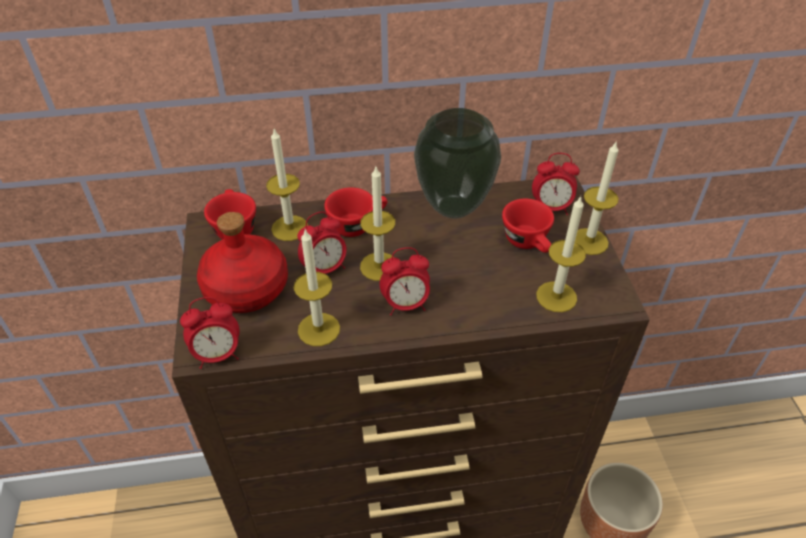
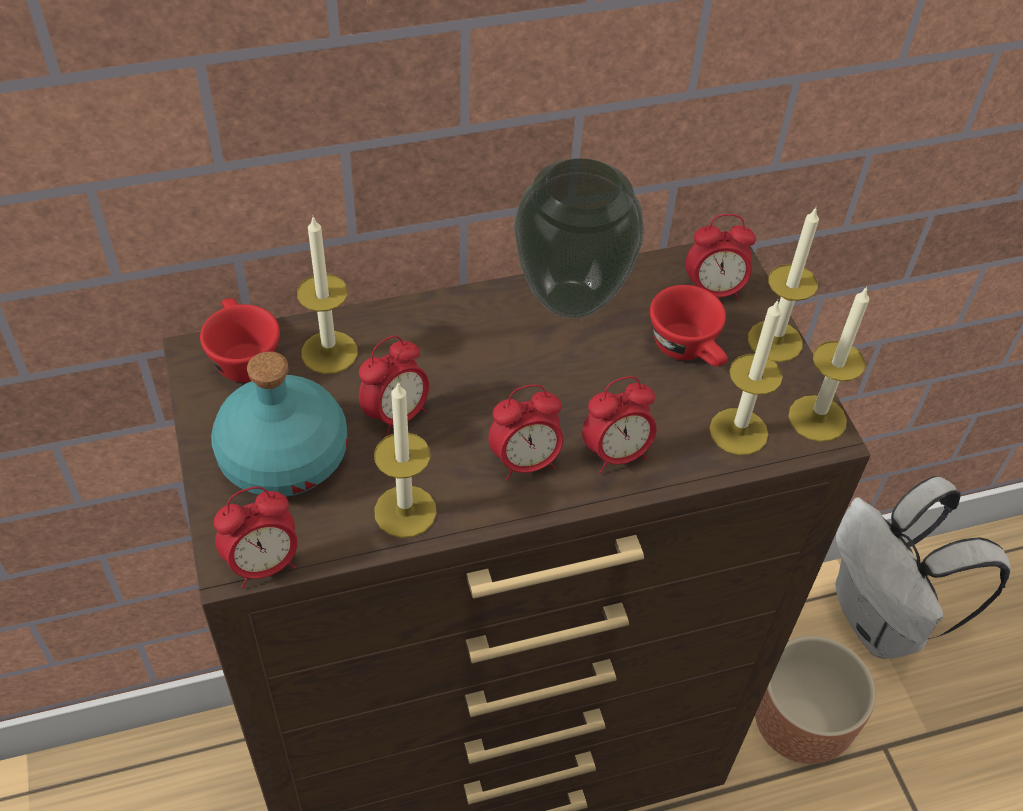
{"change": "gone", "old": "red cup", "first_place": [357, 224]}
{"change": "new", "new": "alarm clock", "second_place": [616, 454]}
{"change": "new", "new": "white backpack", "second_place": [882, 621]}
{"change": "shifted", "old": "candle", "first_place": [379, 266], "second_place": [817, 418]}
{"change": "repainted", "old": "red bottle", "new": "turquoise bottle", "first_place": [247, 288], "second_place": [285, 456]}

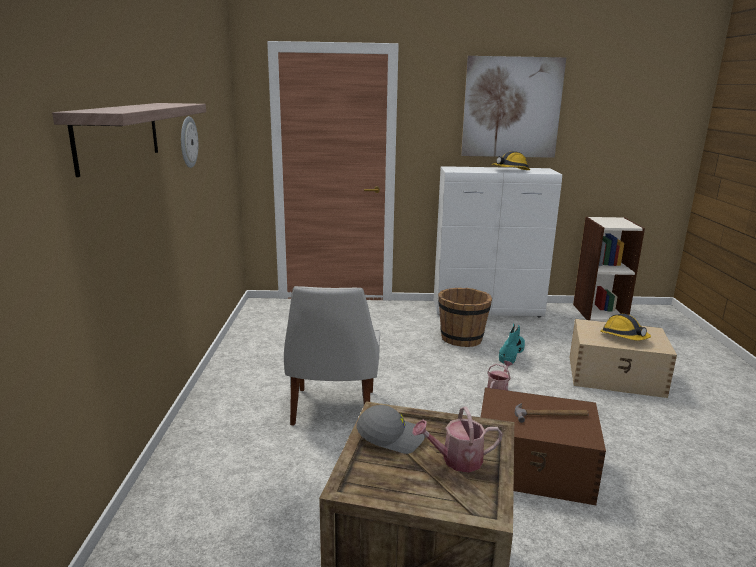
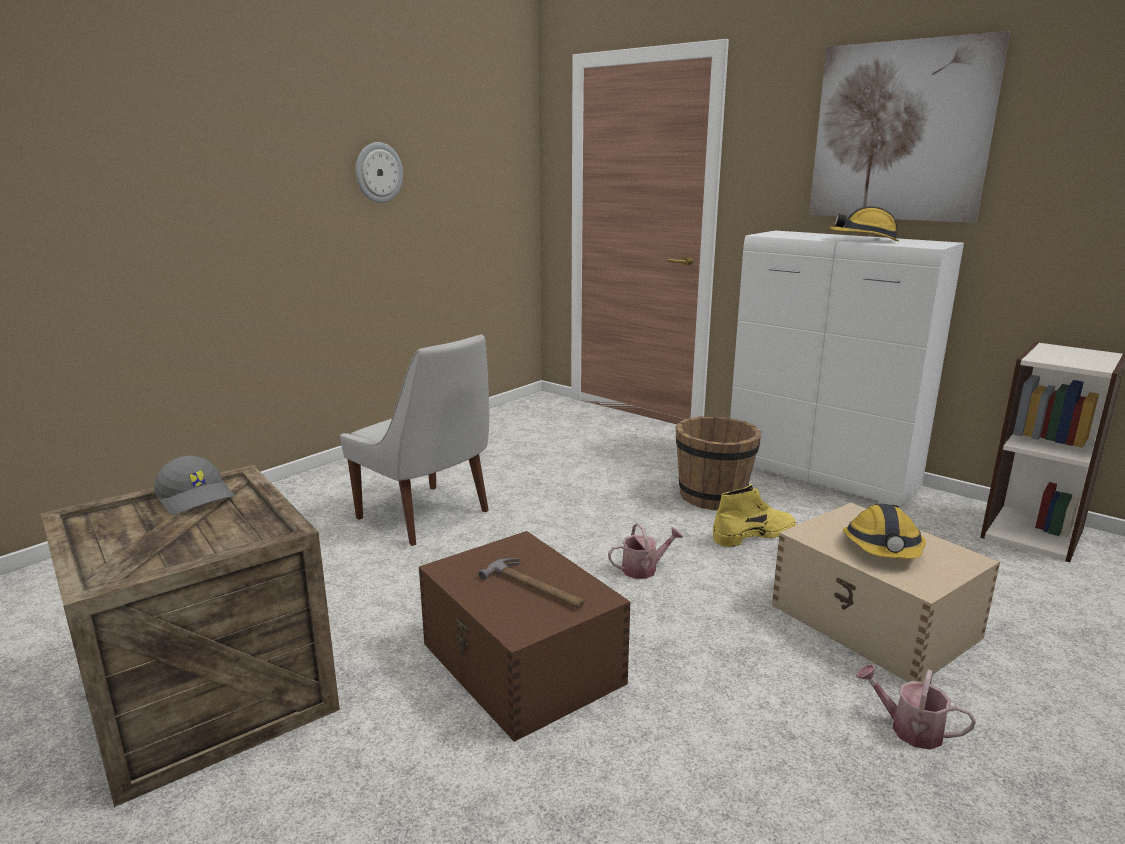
{"change": "gone", "old": "shelf", "first_place": [118, 135]}
{"change": "shifted", "old": "watering can", "first_place": [456, 460], "second_place": [909, 729]}
{"change": "repainted", "old": "turquoise boot", "new": "yellow boot", "first_place": [511, 352], "second_place": [754, 534]}
{"change": "rotated", "old": "white chair", "first_place": [333, 410], "second_place": [426, 516], "degrees": -90}

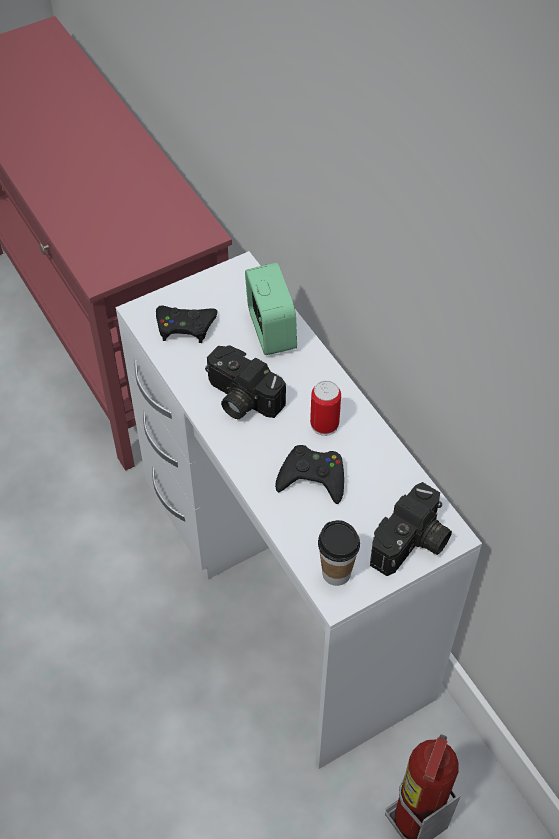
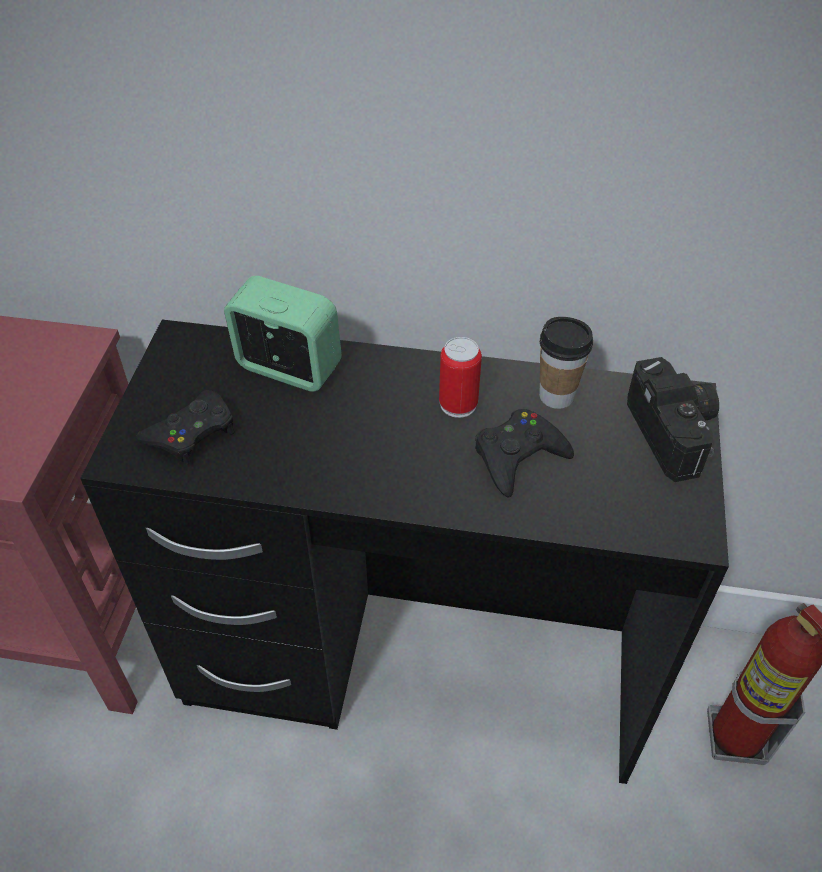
{"change": "gone", "old": "photo camera", "first_place": [240, 399]}
{"change": "shifted", "old": "cup", "first_place": [336, 573], "second_place": [556, 396]}
{"change": "repainted", "old": "white desk", "new": "black desk", "first_place": [285, 589], "second_place": [413, 667]}

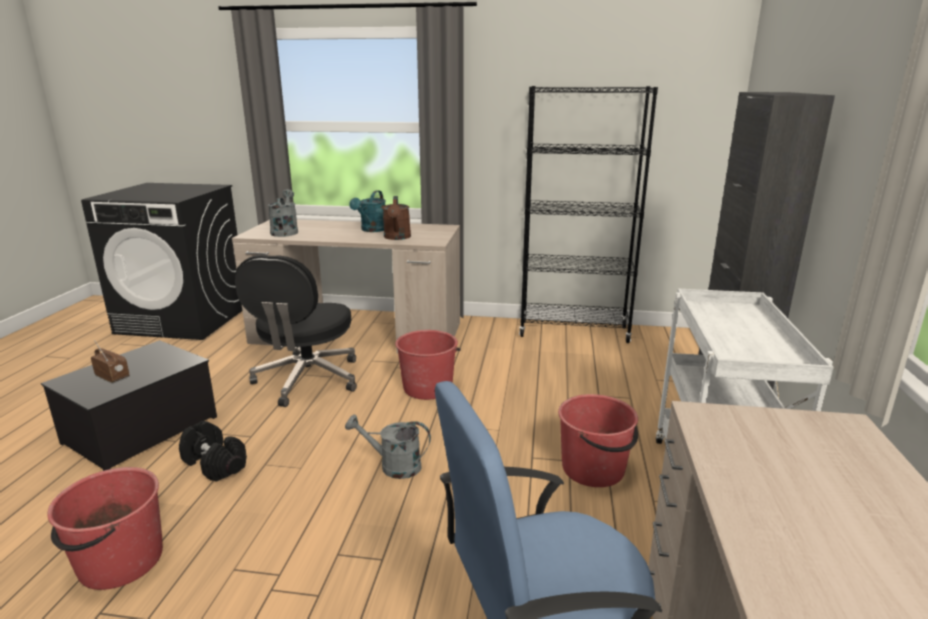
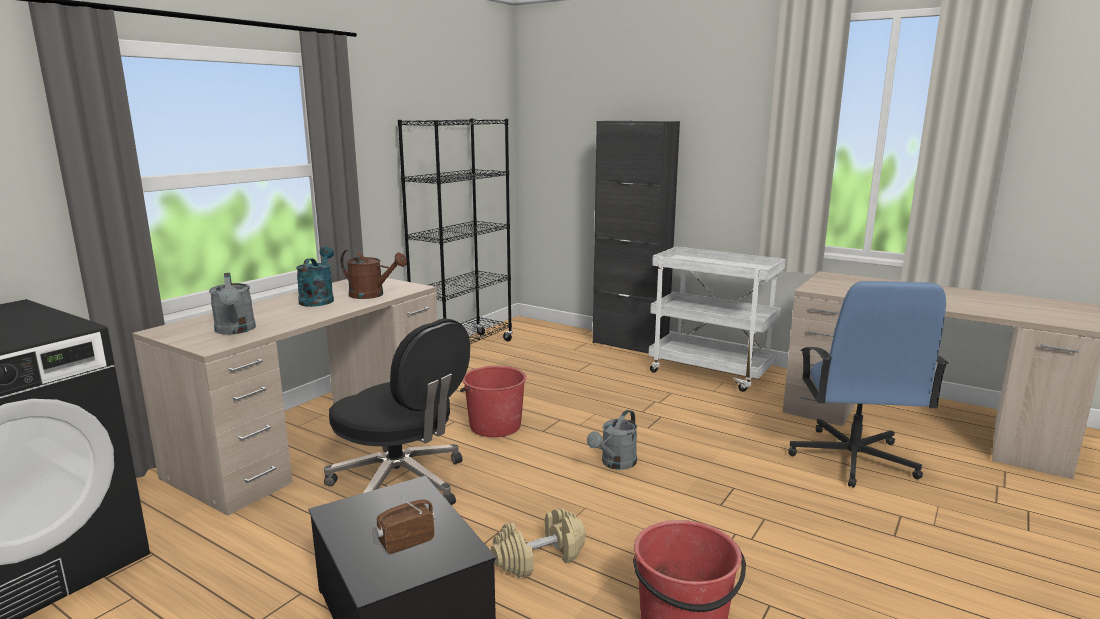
{"change": "gone", "old": "red bucket", "first_place": [594, 469]}
{"change": "repainted", "old": "black dumbbell", "new": "beige dumbbell", "first_place": [214, 464], "second_place": [539, 558]}
{"change": "rotated", "old": "grey watering can", "first_place": [285, 231], "second_place": [236, 330], "degrees": -135}
{"change": "rotated", "old": "turquoise watering can", "first_place": [372, 230], "second_place": [318, 299], "degrees": -135}

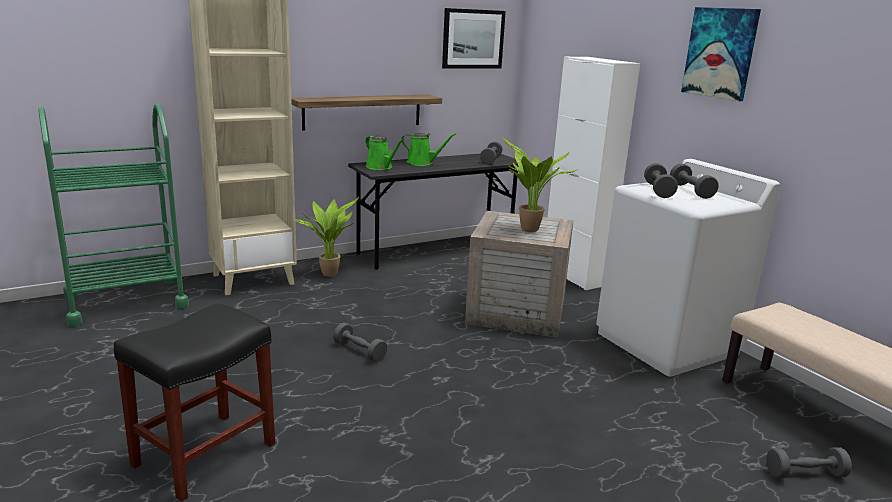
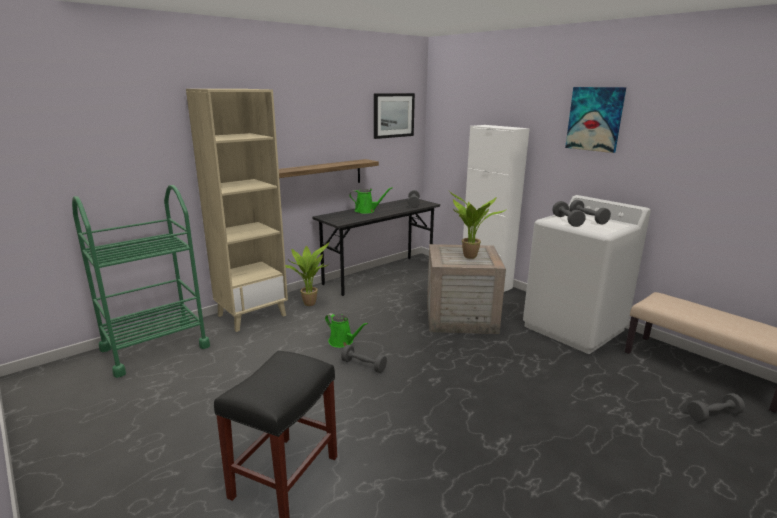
{"change": "shifted", "old": "green watering can", "first_place": [380, 167], "second_place": [342, 342]}

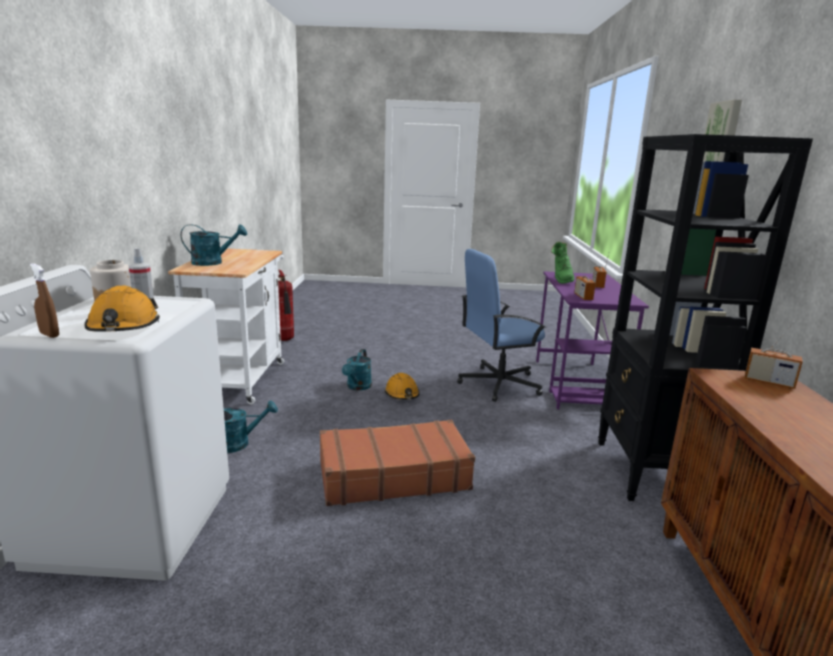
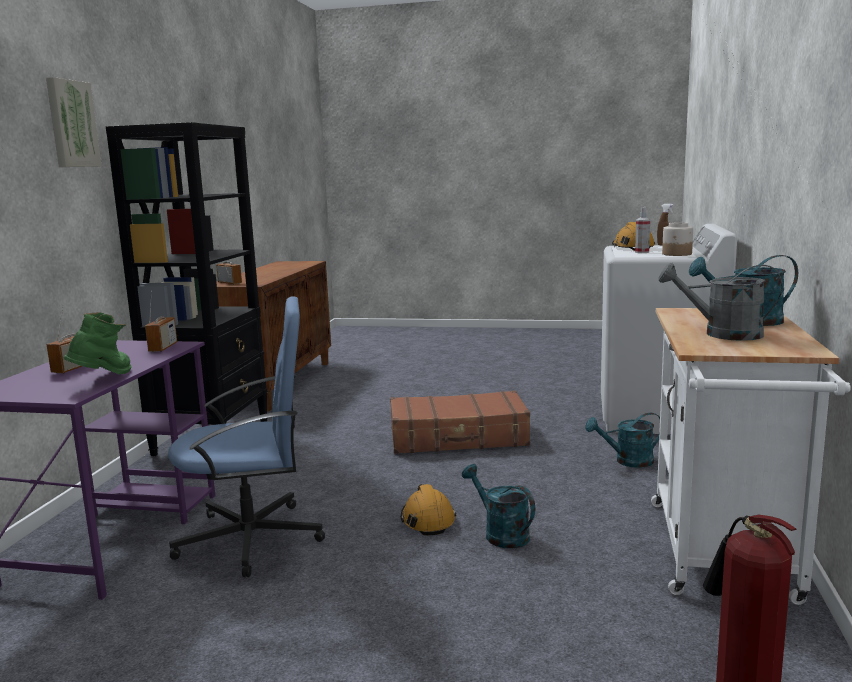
{"change": "new", "new": "grey watering can", "second_place": [722, 334]}
{"change": "rotated", "old": "turquoise watering can", "first_place": [357, 387], "second_place": [500, 533], "degrees": -60}

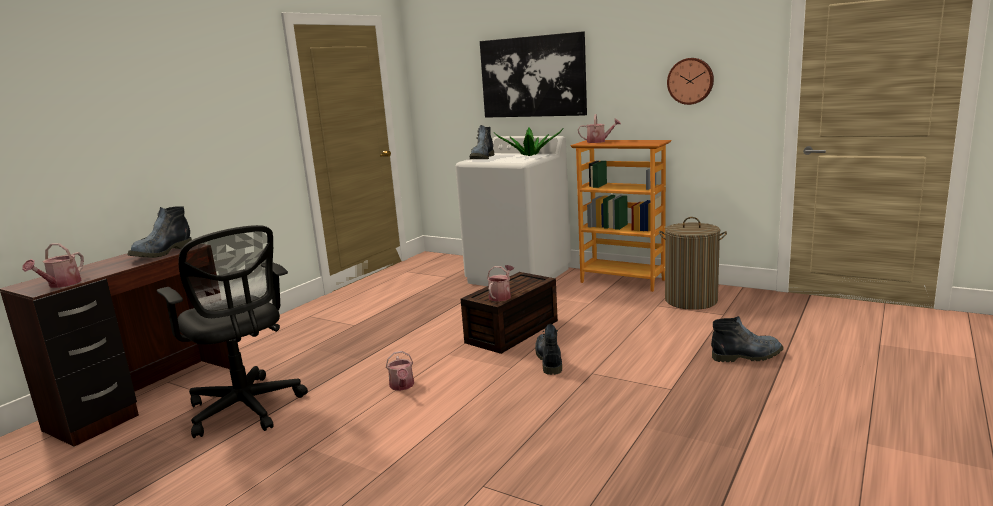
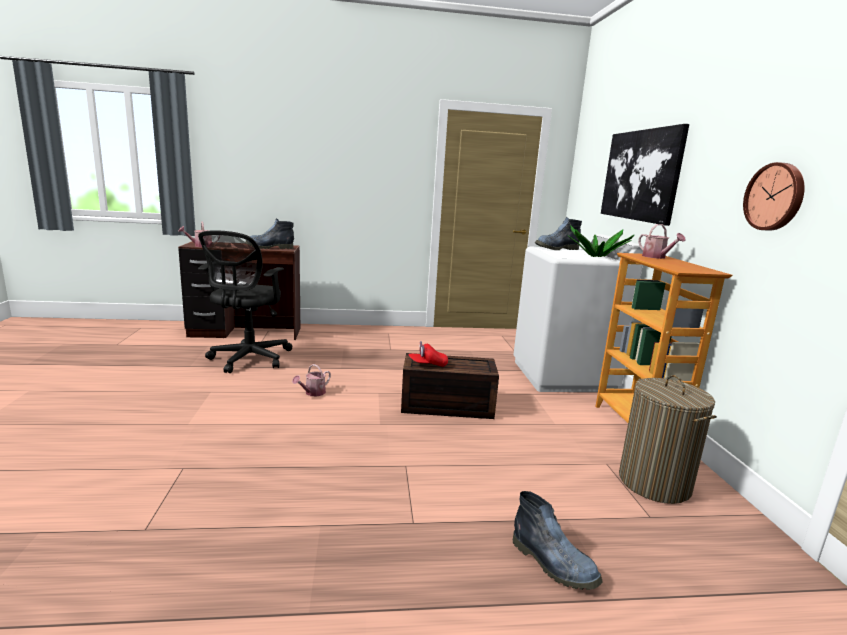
{"change": "gone", "old": "boot", "first_place": [549, 359]}
{"change": "swapped", "old": "watering can", "new": "red cap", "first_place": [501, 296], "second_place": [428, 365]}

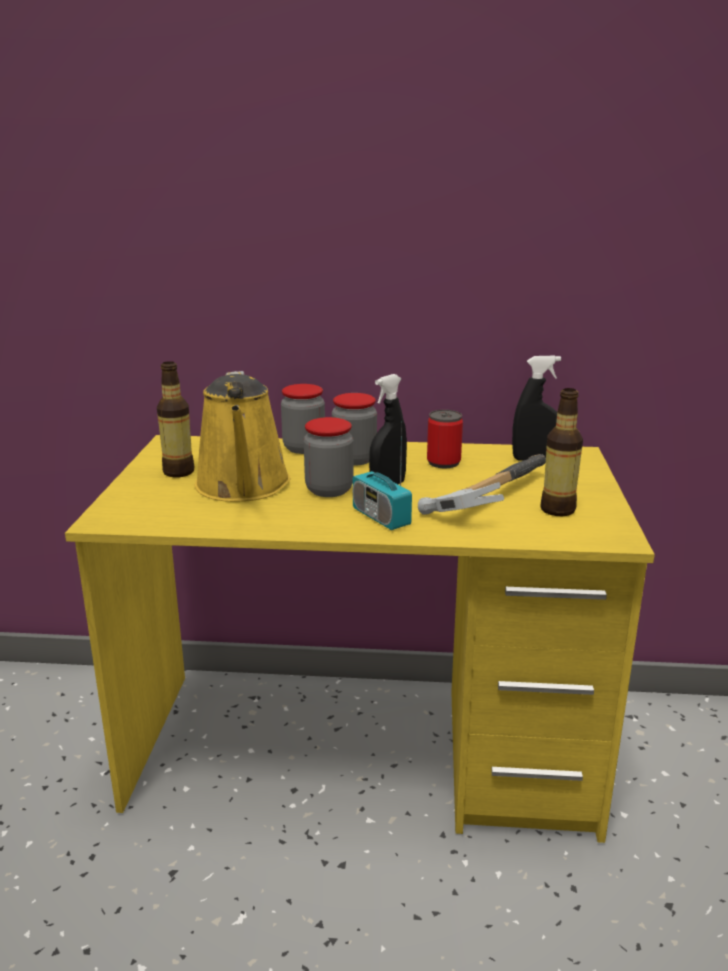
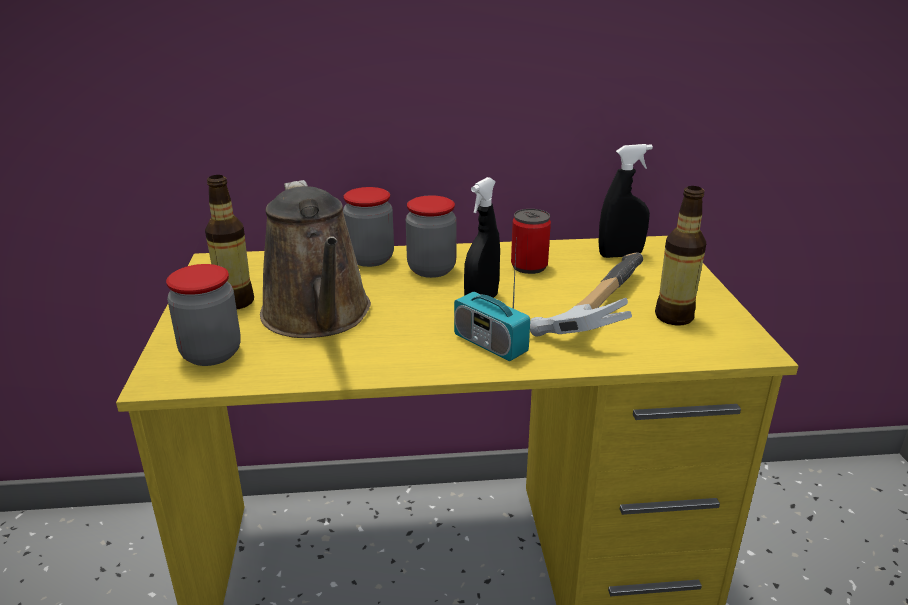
{"change": "shifted", "old": "jar", "first_place": [329, 490], "second_place": [211, 354]}
{"change": "repainted", "old": "yellow watering can", "new": "brown watering can", "first_place": [243, 487], "second_place": [318, 316]}

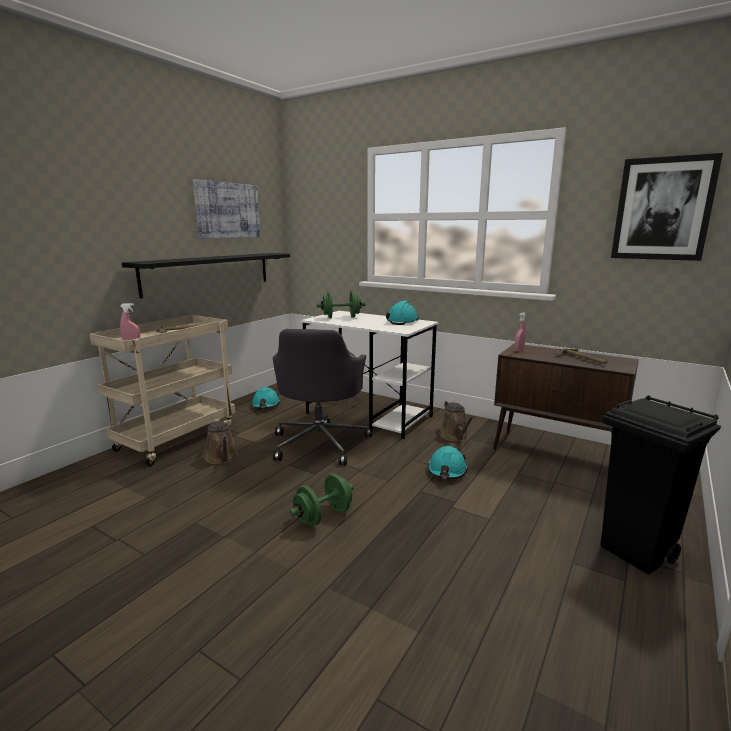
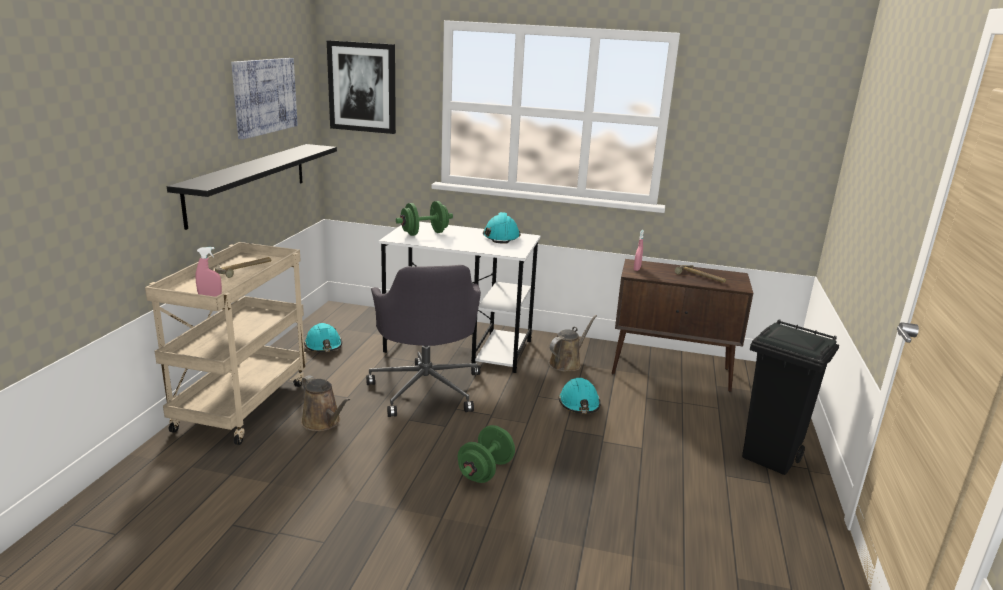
{"change": "shifted", "old": "picture", "first_place": [662, 209], "second_place": [362, 87]}
{"change": "rotated", "old": "brown watering can", "first_place": [455, 436], "second_place": [567, 363], "degrees": -105}

